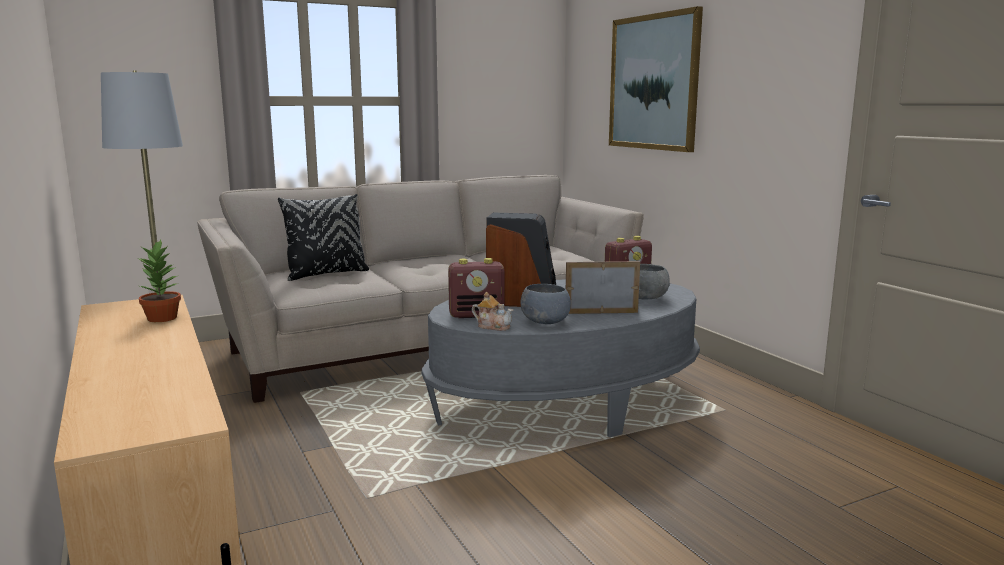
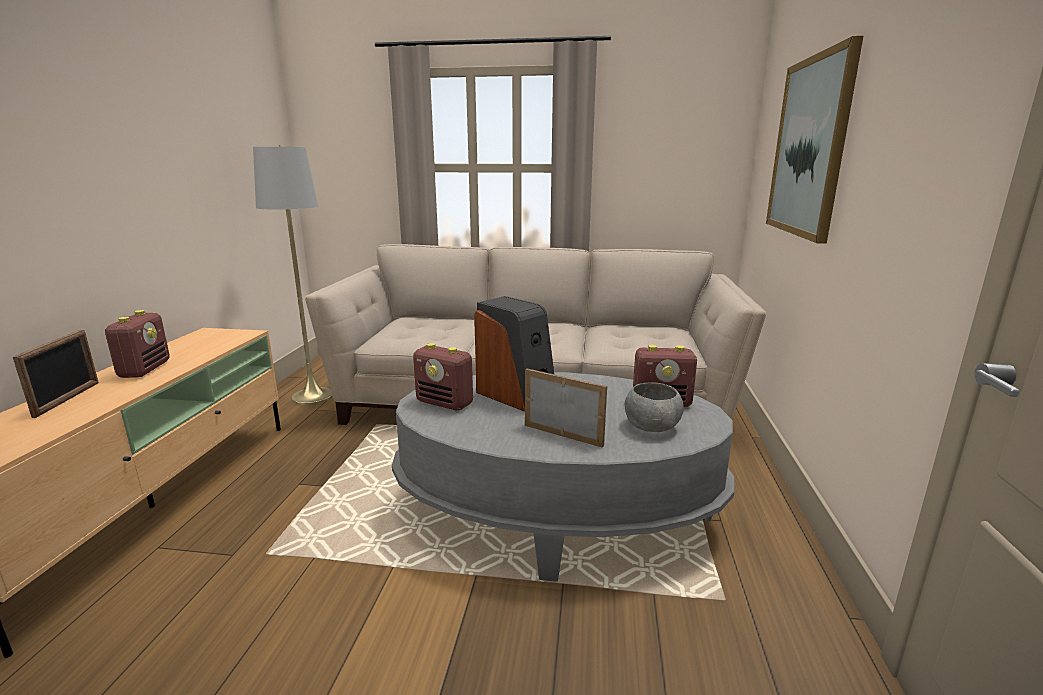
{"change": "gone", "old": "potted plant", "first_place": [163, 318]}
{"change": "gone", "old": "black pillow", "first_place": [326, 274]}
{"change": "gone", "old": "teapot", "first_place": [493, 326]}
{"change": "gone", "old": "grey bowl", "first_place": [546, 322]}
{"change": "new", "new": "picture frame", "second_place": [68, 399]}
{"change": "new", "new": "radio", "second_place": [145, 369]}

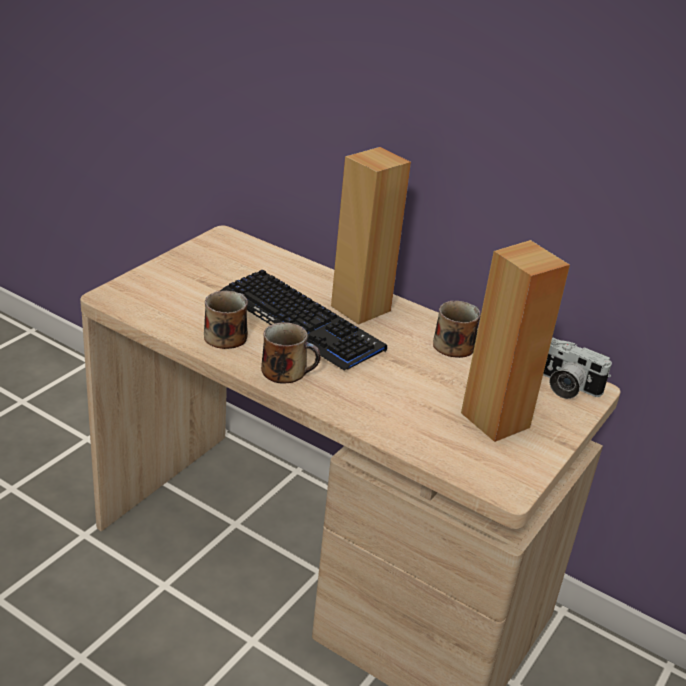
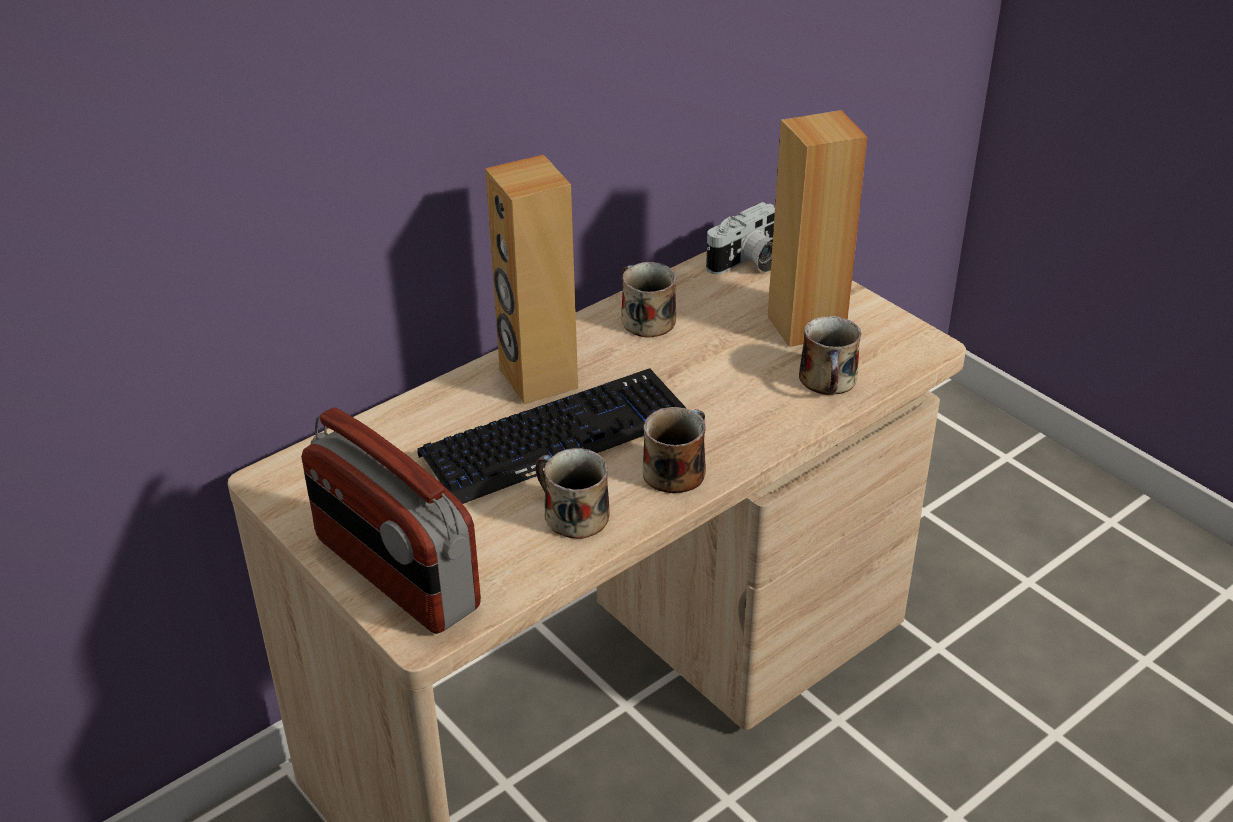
{"change": "new", "new": "radio", "second_place": [395, 574]}
{"change": "new", "new": "mug", "second_place": [829, 380]}

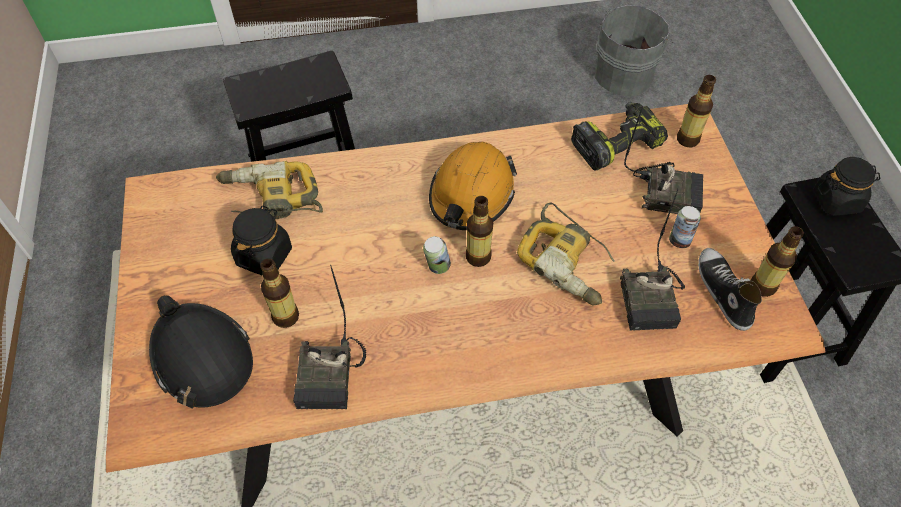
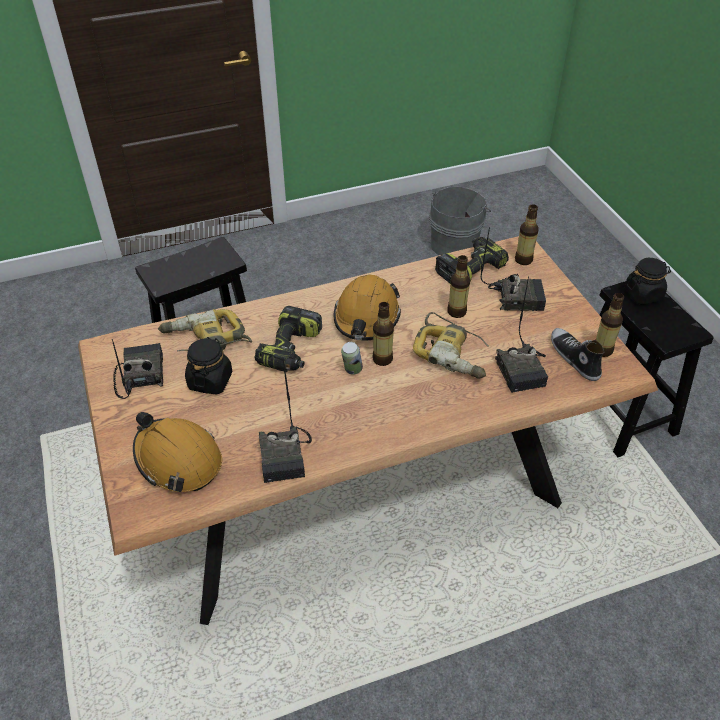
{"change": "gone", "old": "can", "first_place": [679, 240]}
{"change": "new", "new": "radio", "second_place": [140, 375]}
{"change": "new", "new": "power drill", "second_place": [291, 350]}
{"change": "shifted", "old": "bottle", "first_place": [285, 316], "second_place": [456, 312]}
{"change": "repainted", "old": "black hard hat", "new": "orange hard hat", "first_place": [203, 359], "second_place": [178, 459]}

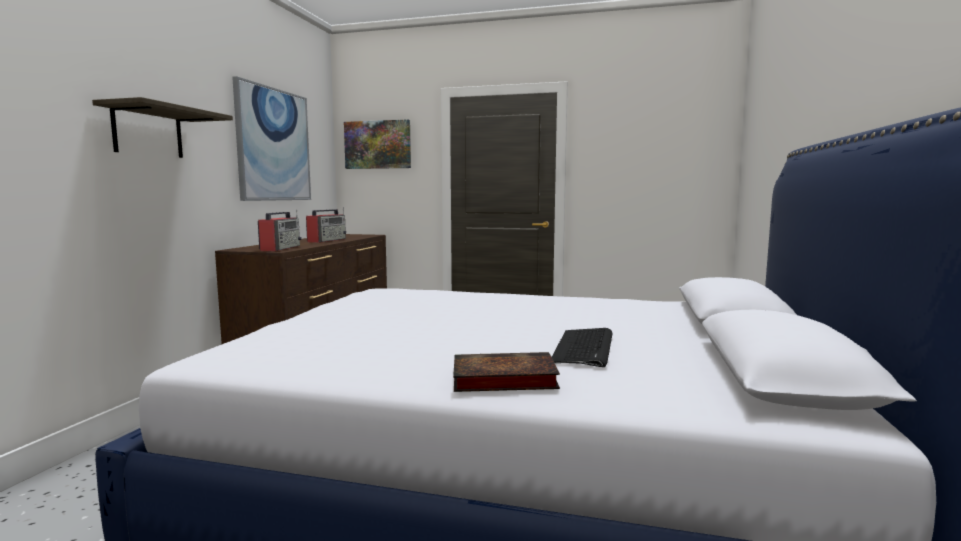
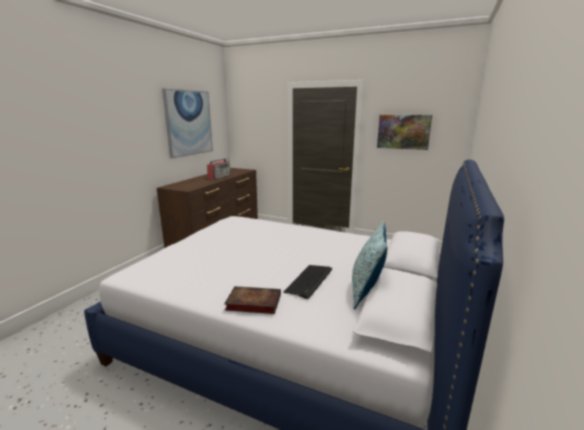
{"change": "gone", "old": "shelf", "first_place": [148, 132]}
{"change": "gone", "old": "radio", "first_place": [281, 248]}
{"change": "new", "new": "pillow", "second_place": [366, 291]}
{"change": "shifted", "old": "picture", "first_place": [378, 145], "second_place": [403, 132]}

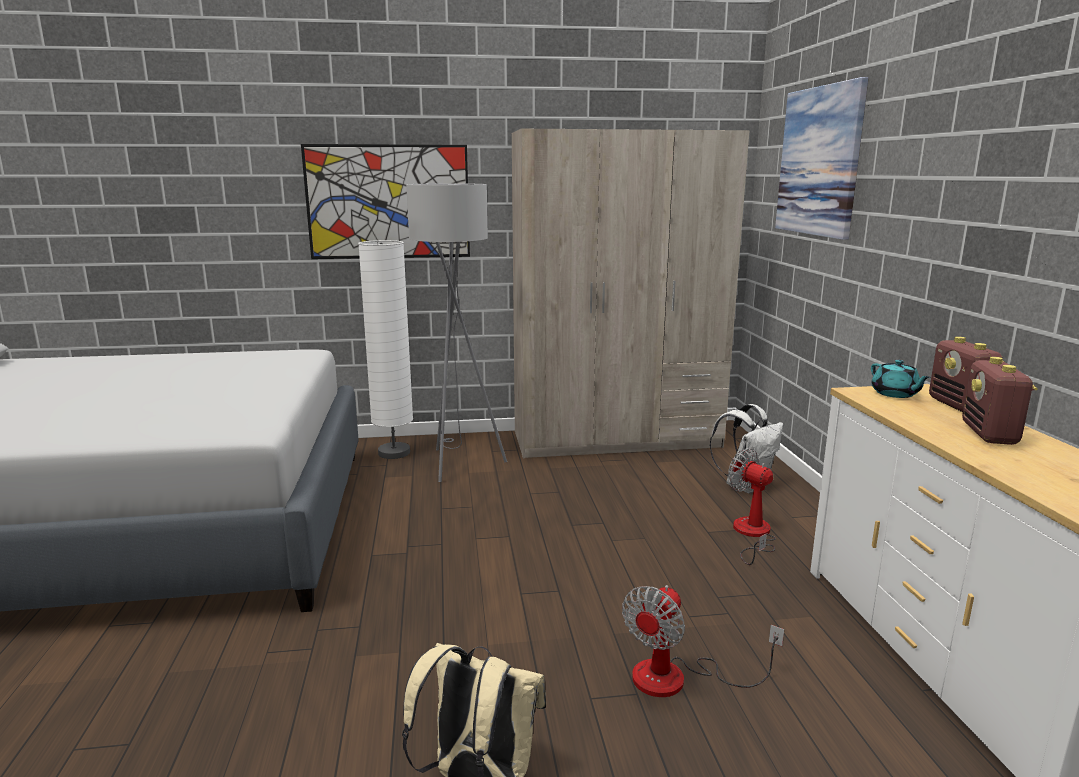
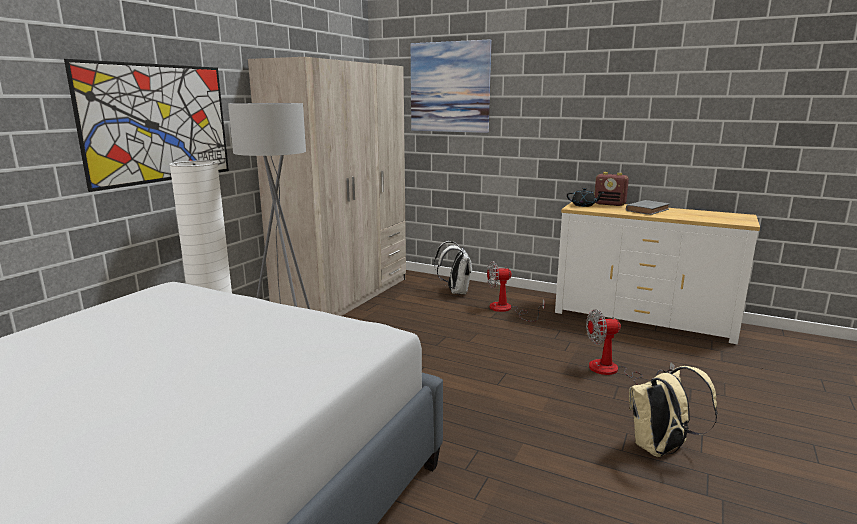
{"change": "swapped", "old": "radio", "new": "grey book", "first_place": [989, 435], "second_place": [647, 210]}
{"change": "repainted", "old": "turquoise teapot", "new": "black teapot", "first_place": [895, 394], "second_place": [583, 205]}
{"change": "rotated", "old": "fan", "first_place": [678, 678], "second_place": [613, 372], "degrees": 105}

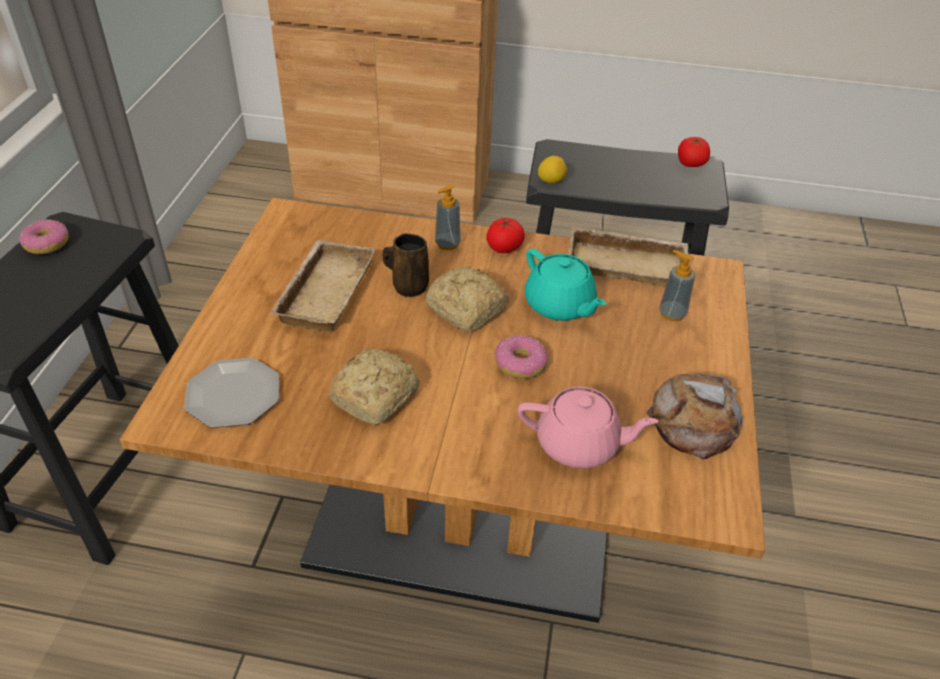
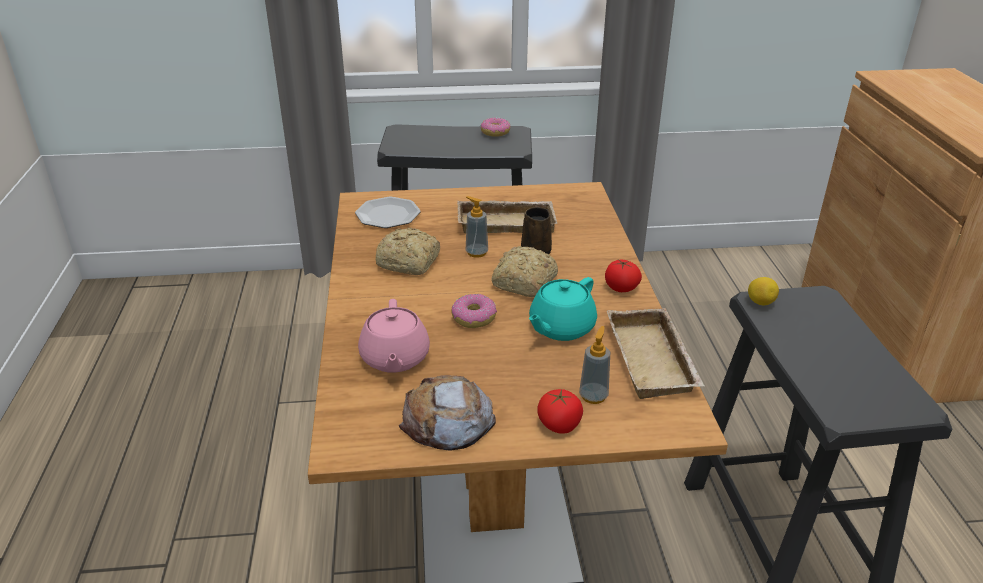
{"change": "shifted", "old": "soap dispenser", "first_place": [447, 244], "second_place": [476, 252]}
{"change": "shifted", "old": "tomato", "first_place": [690, 164], "second_place": [559, 424]}

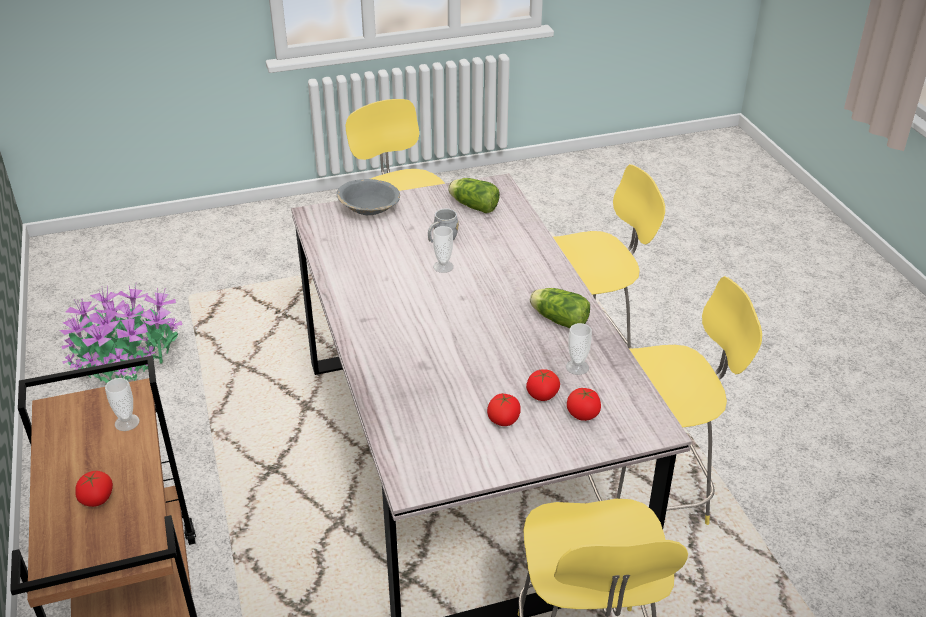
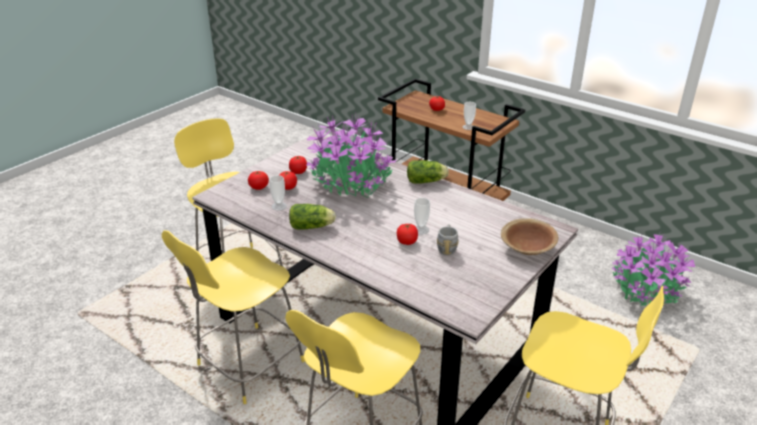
{"change": "new", "new": "potted plant", "second_place": [350, 182]}
{"change": "new", "new": "tomato", "second_place": [407, 242]}
{"change": "shifted", "old": "lettuce", "first_place": [472, 205], "second_place": [427, 181]}
{"change": "repainted", "old": "grey bowl", "new": "brown bowl", "first_place": [369, 210], "second_place": [527, 248]}

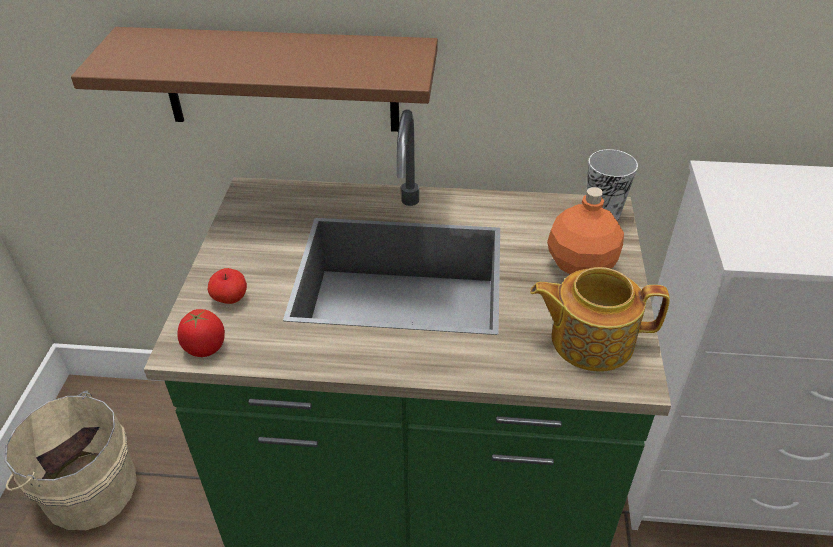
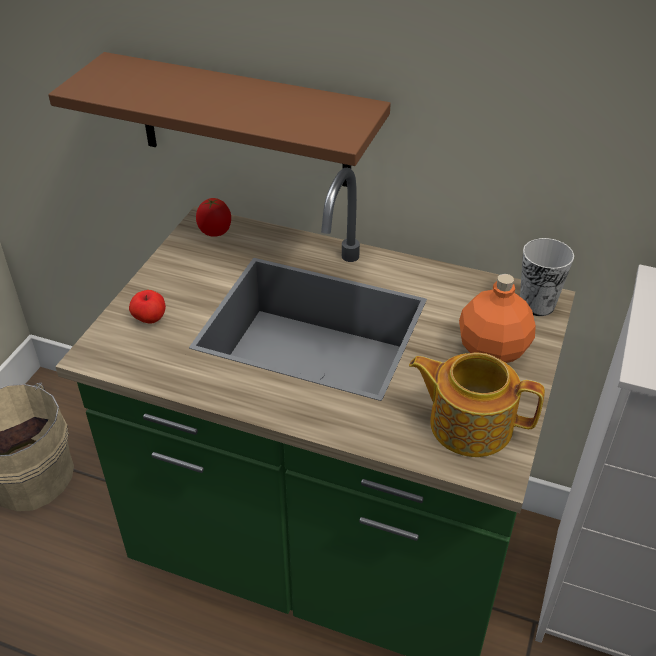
{"change": "shifted", "old": "tomato", "first_place": [205, 349], "second_place": [215, 232]}

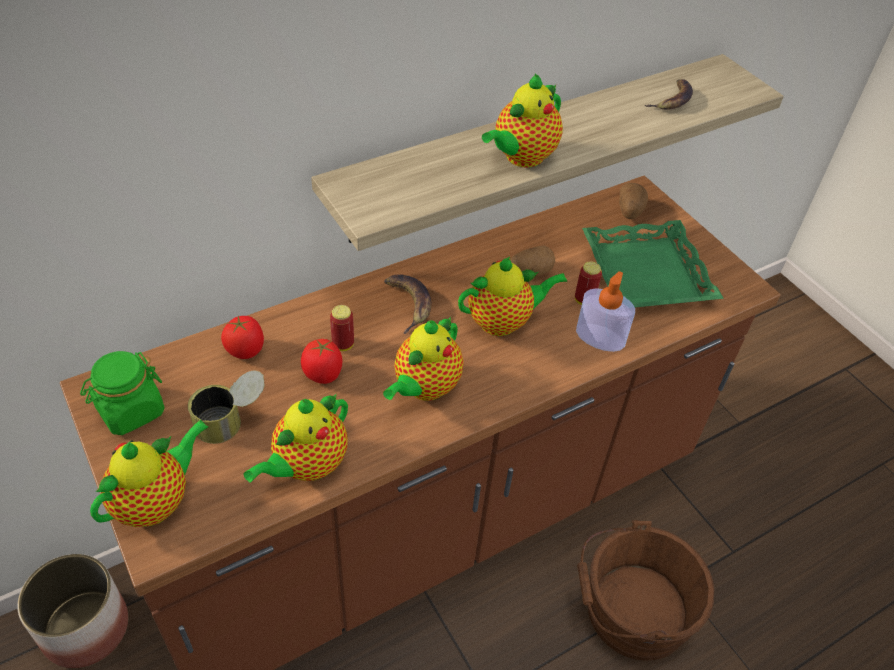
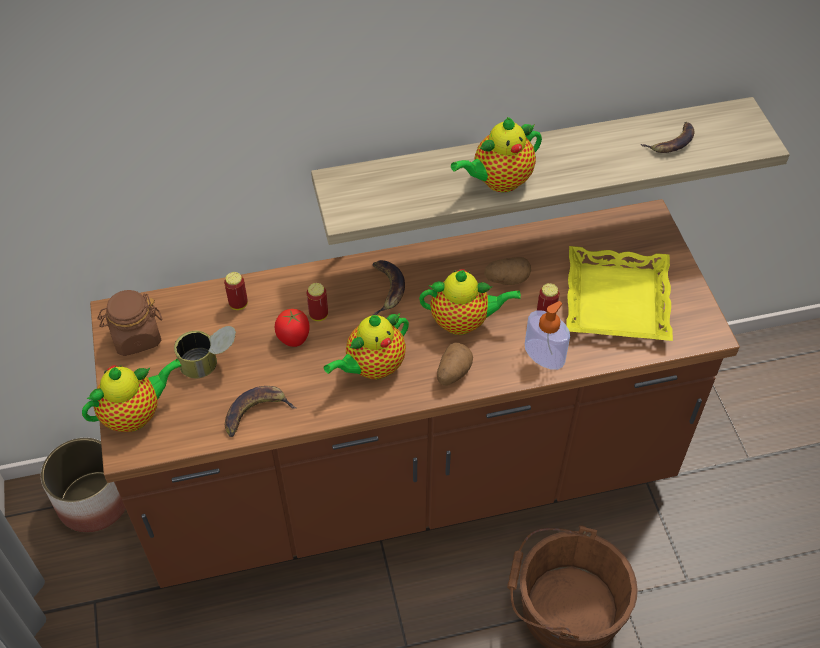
{"change": "shifted", "old": "potato", "first_place": [629, 211], "second_place": [453, 372]}
{"change": "swapped", "old": "tomato", "new": "can", "first_place": [245, 350], "second_place": [238, 304]}
{"change": "swapped", "old": "teapot", "new": "banana", "first_place": [307, 466], "second_place": [256, 412]}
{"change": "repainted", "old": "green jar", "new": "brown jar", "first_place": [130, 411], "second_place": [136, 337]}
{"change": "repainted", "old": "green tray", "new": "yellow tray", "first_place": [648, 273], "second_place": [618, 301]}

